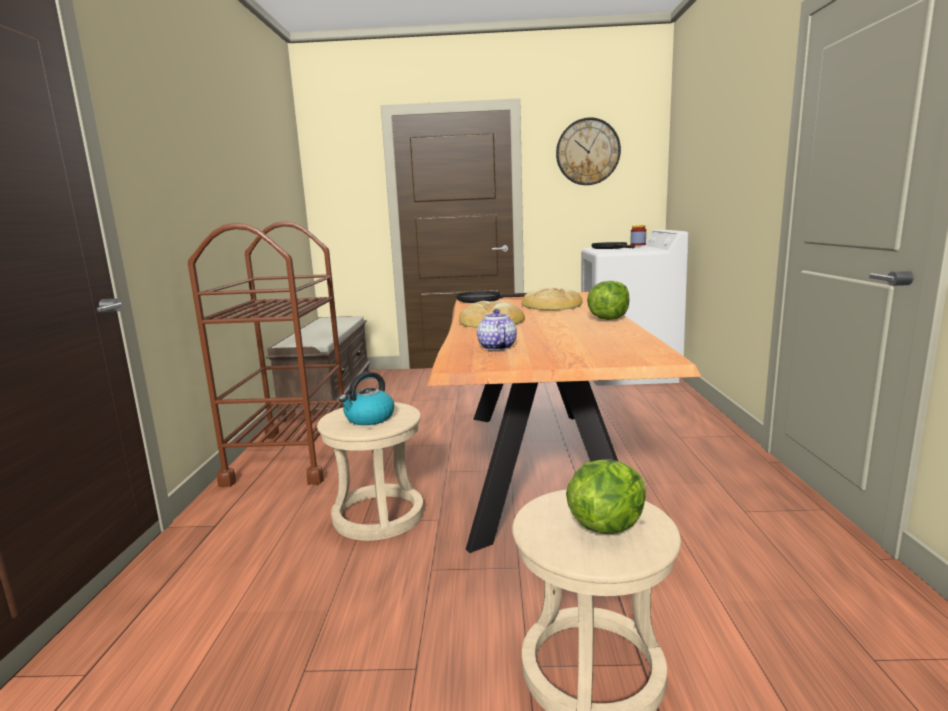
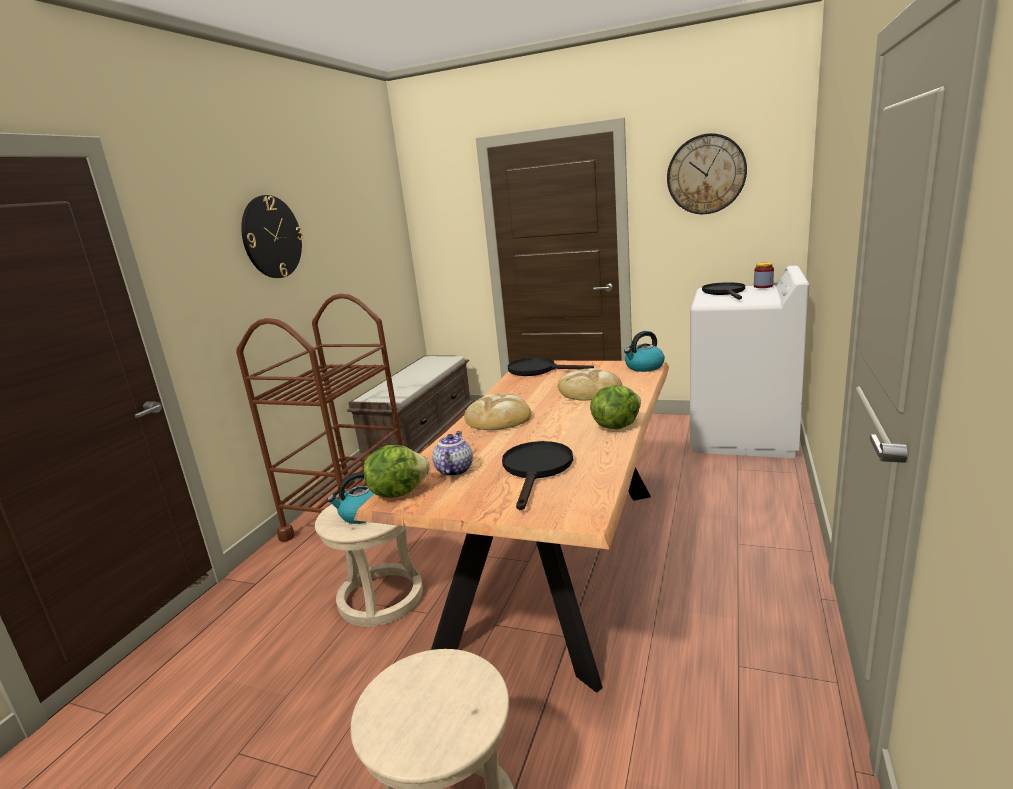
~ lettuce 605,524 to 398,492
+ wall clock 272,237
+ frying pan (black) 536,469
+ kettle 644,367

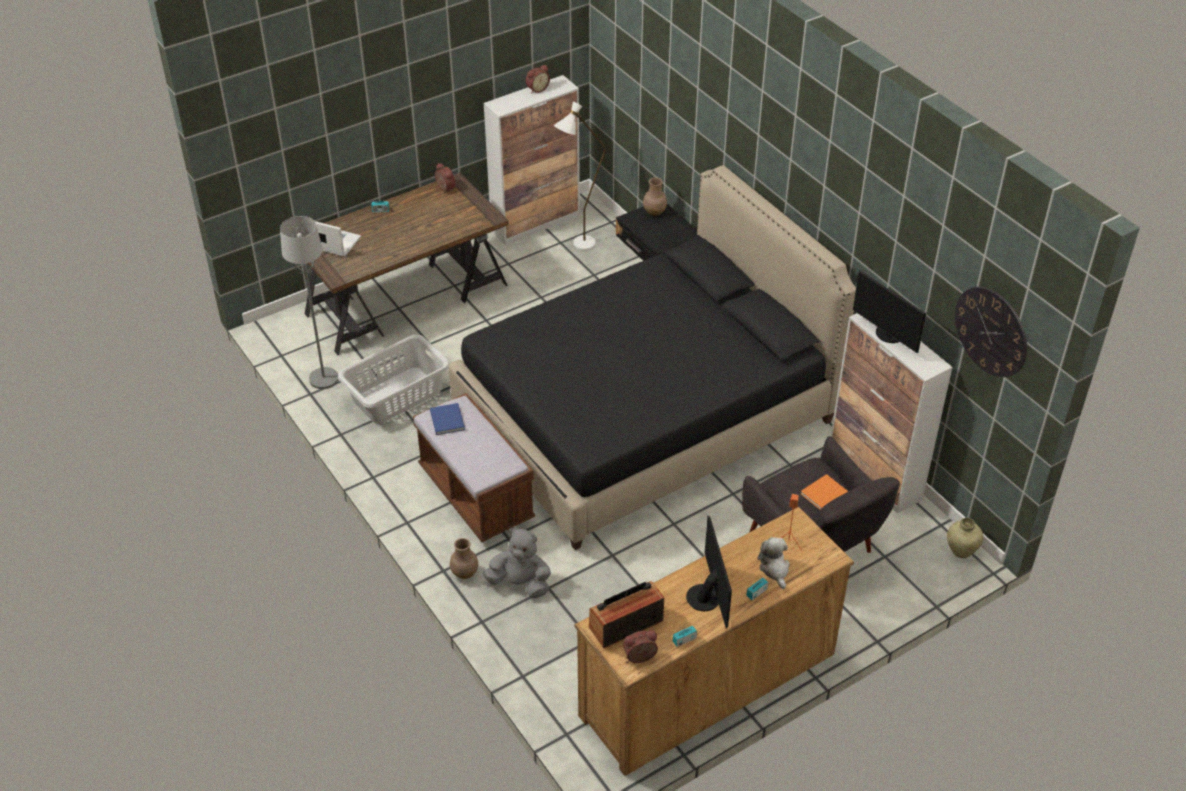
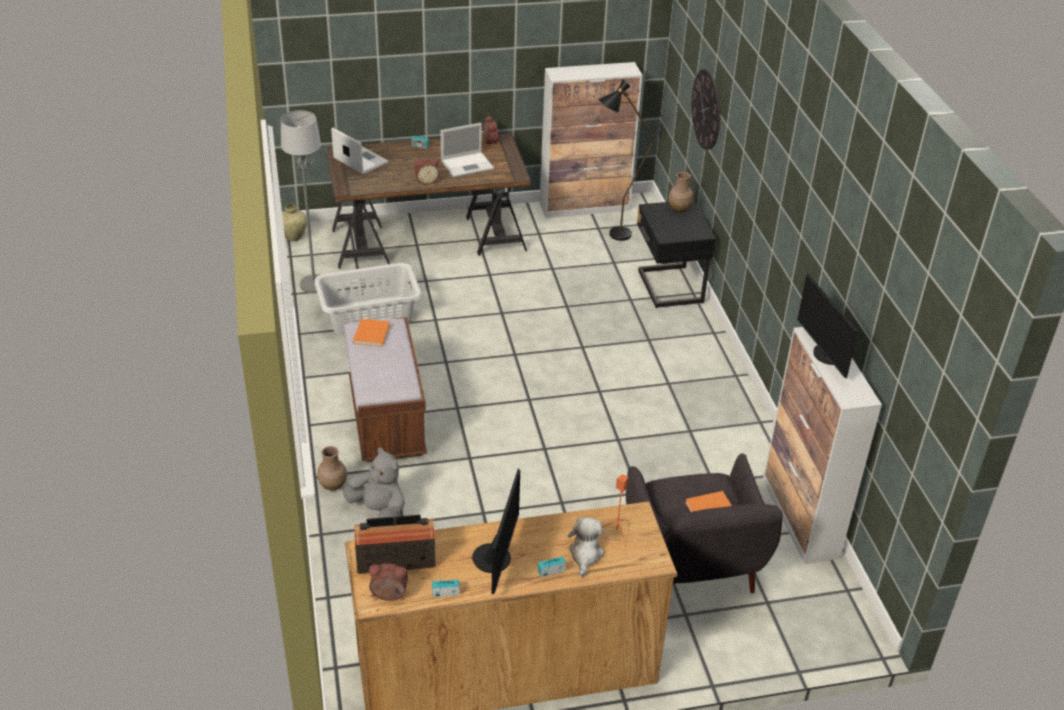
~ book (blue) 447,419 to book (orange) 372,333
- bed (black) 643,416
~ alarm clock 537,89 to 426,181
~ floor lamp (white) 578,247 to floor lamp (black) 612,236
~ vase (beige) 961,551 to 294,237
~ wall clock 991,331 to 706,109
+ laptop 468,164

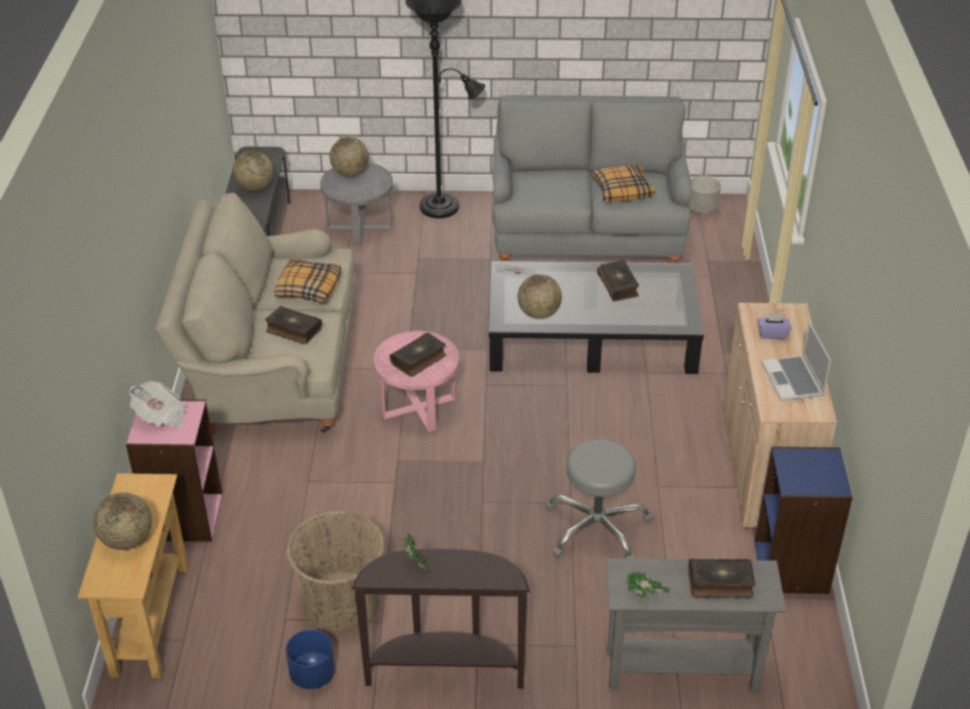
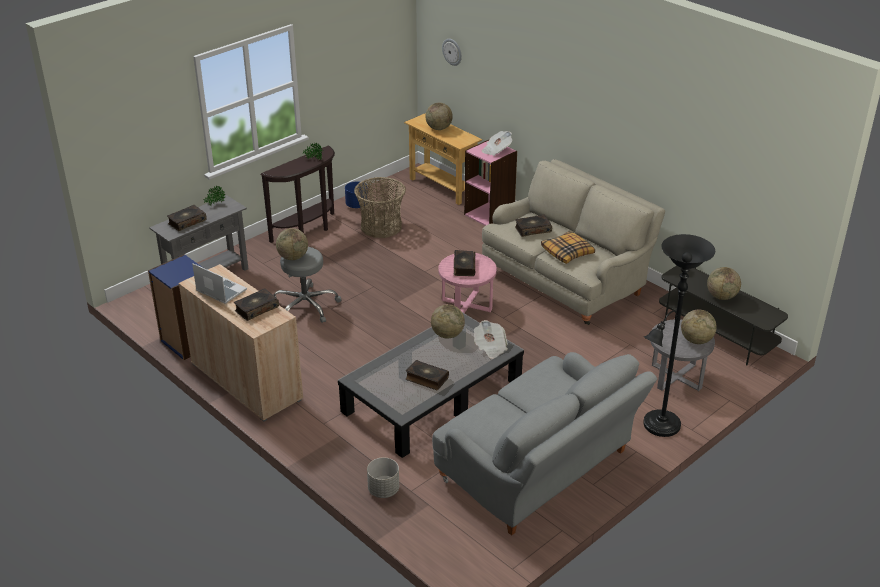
- pillow 622,190
~ planter (grey) 702,209 to 383,490
~ tissue box (purple) 772,334 to book 256,309
+ globe 293,257
+ wall clock 452,51

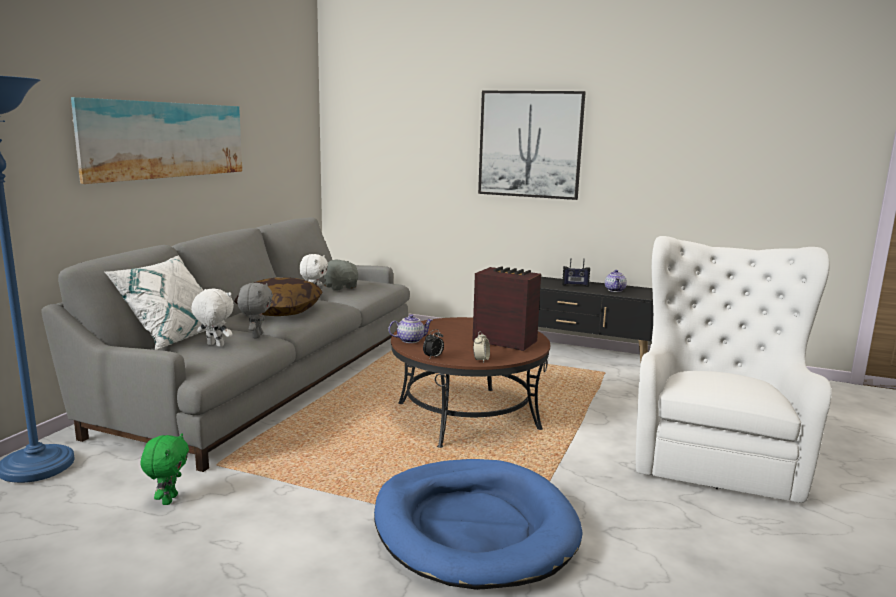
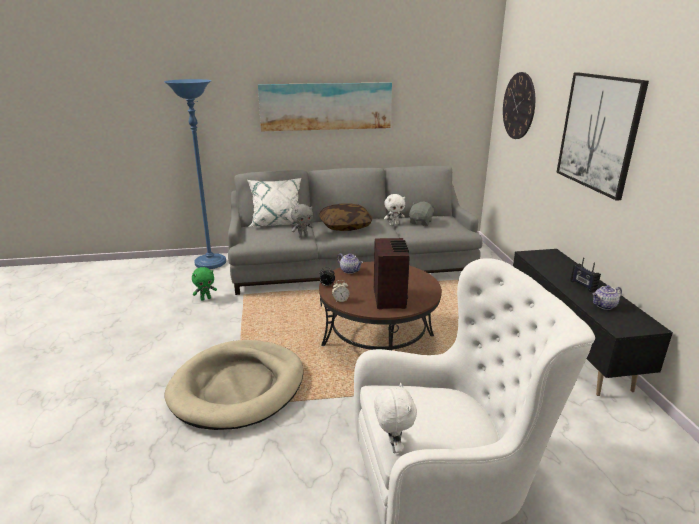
~ plush toy (white) 214,345 to 392,446
~ dog bed (blue) 473,527 to dog bed (beige) 238,387
+ wall clock 519,106

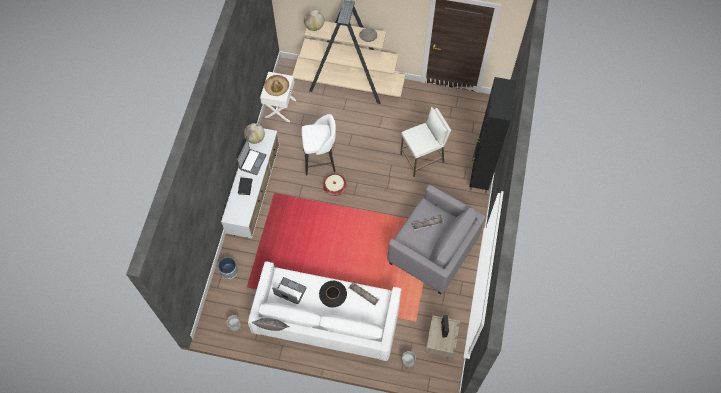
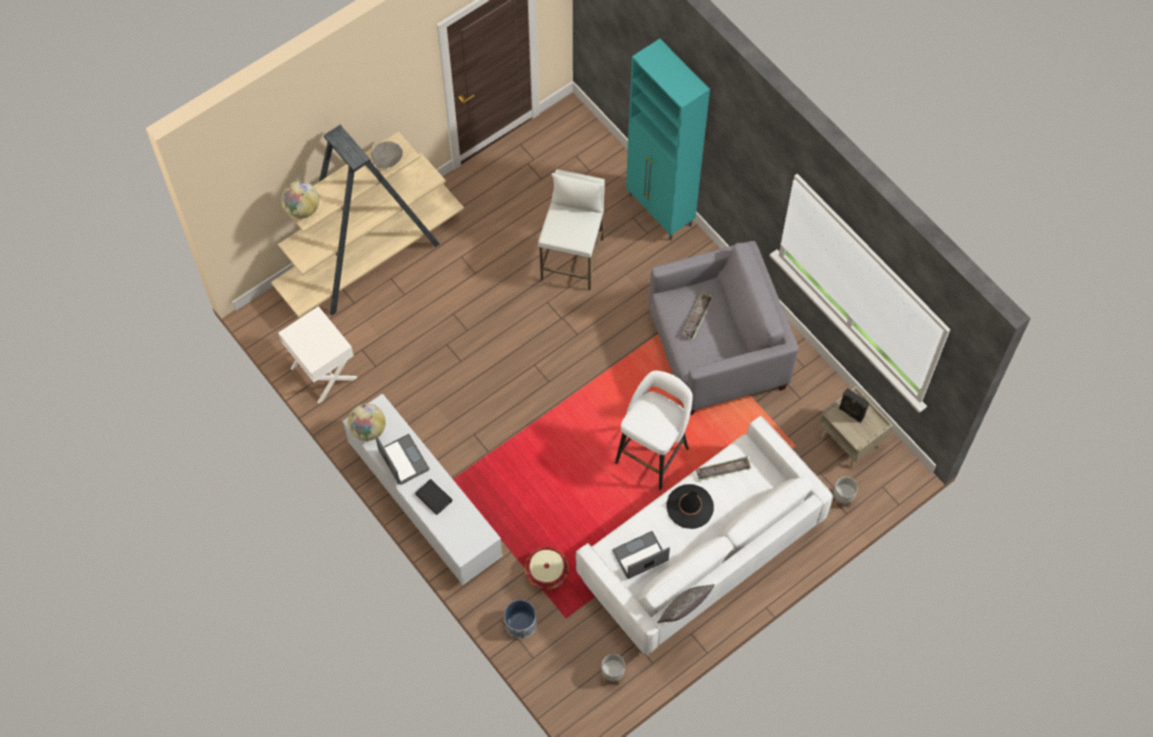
- hat 277,87
~ stool (white) 320,161 to 653,454
~ basket 335,188 to 547,573
~ cabinet (black) 480,175 to cabinet (turquoise) 660,212

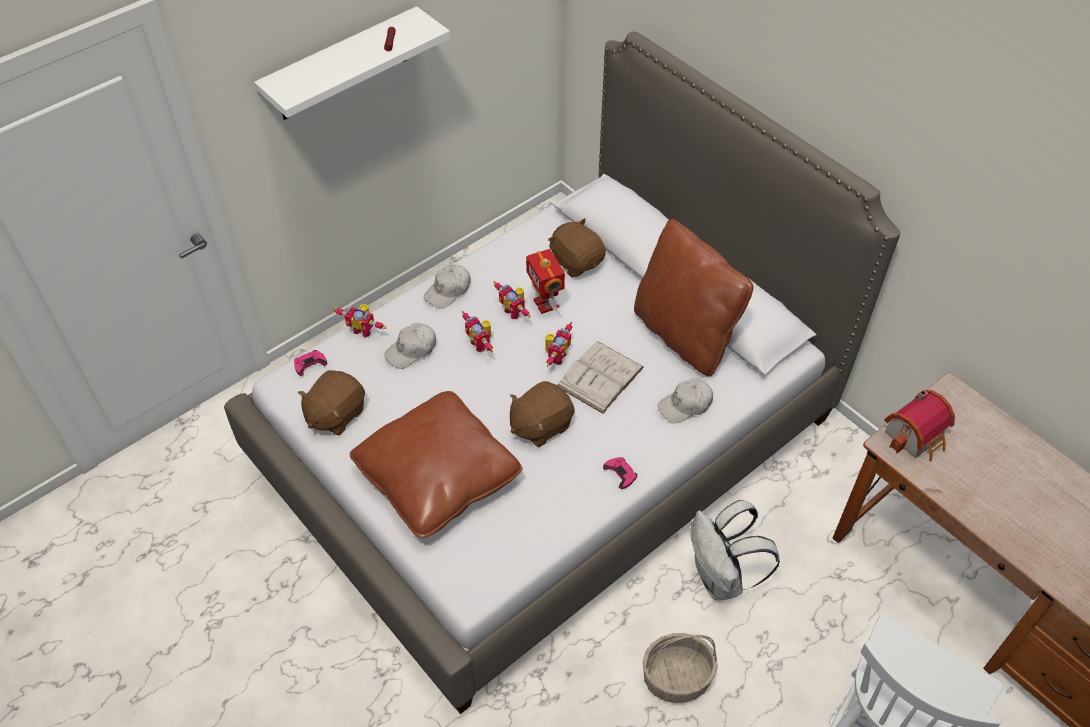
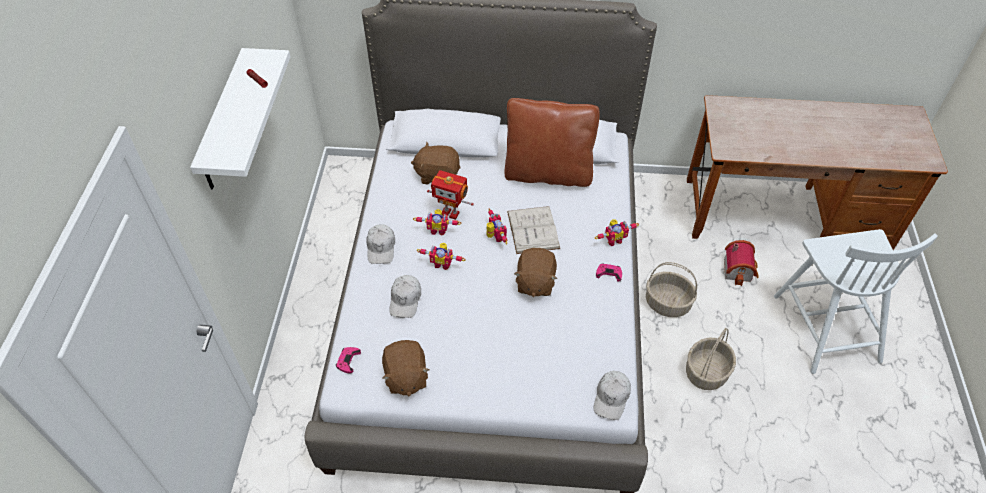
~ toy robot 363,329 to 613,239
- pillow (brown) 437,476
~ cap (white) 685,405 to 611,397
~ backpack (white) 721,579 to basket 668,303
~ toy house 916,436 to 739,269

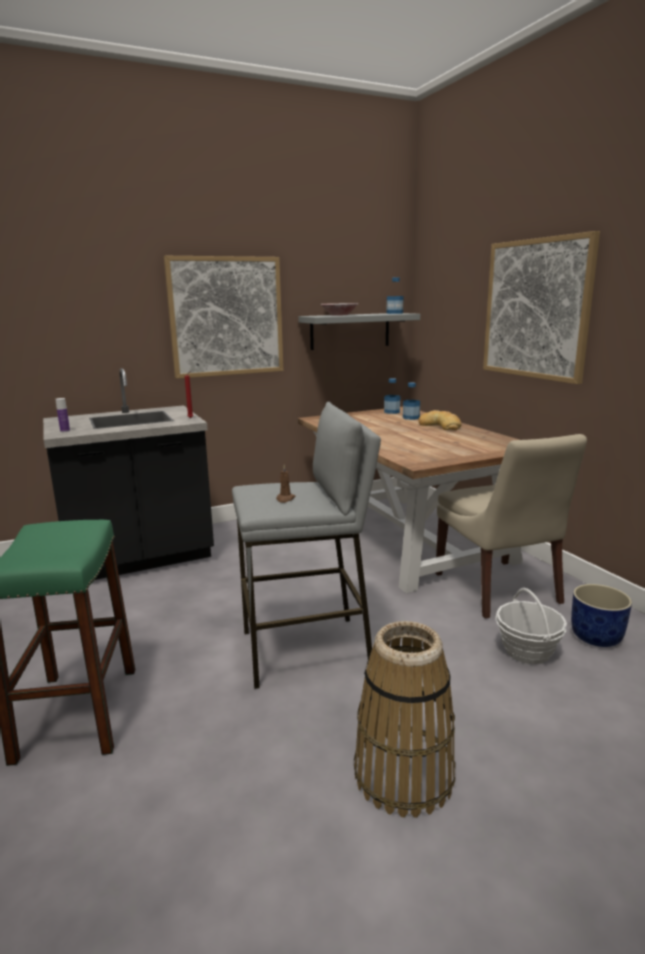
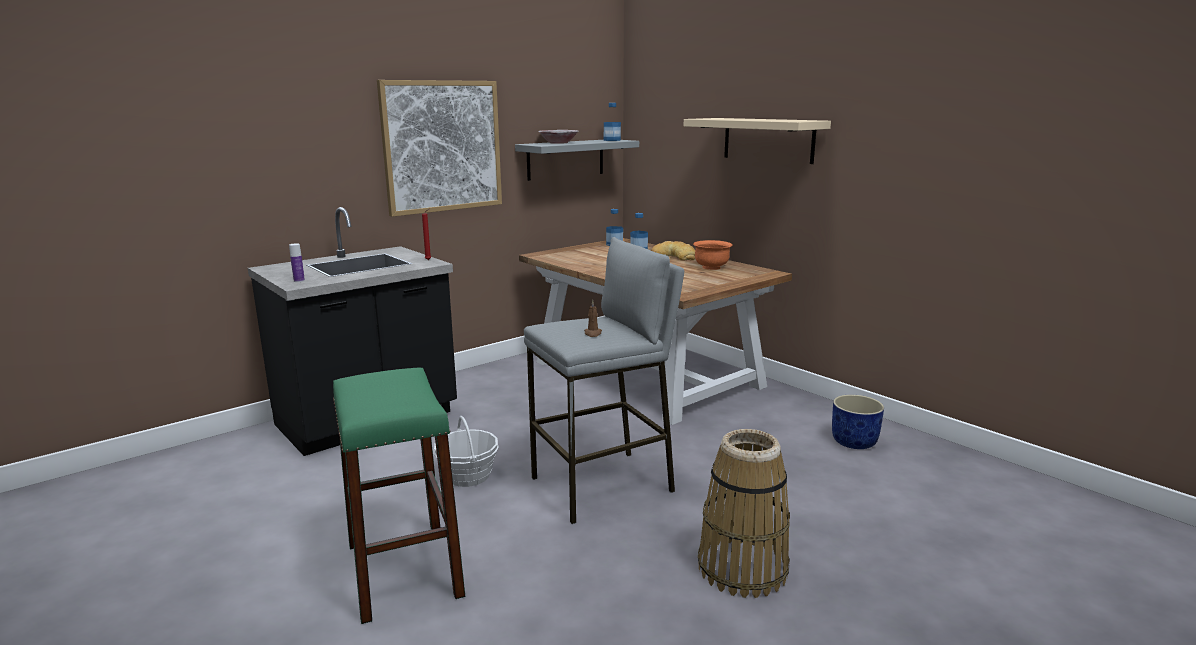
- chair (beige) 498,590
~ picture 536,309 to shelf (beige) 768,140
~ basket 527,651 to 468,476
+ bowl (orange) 711,267

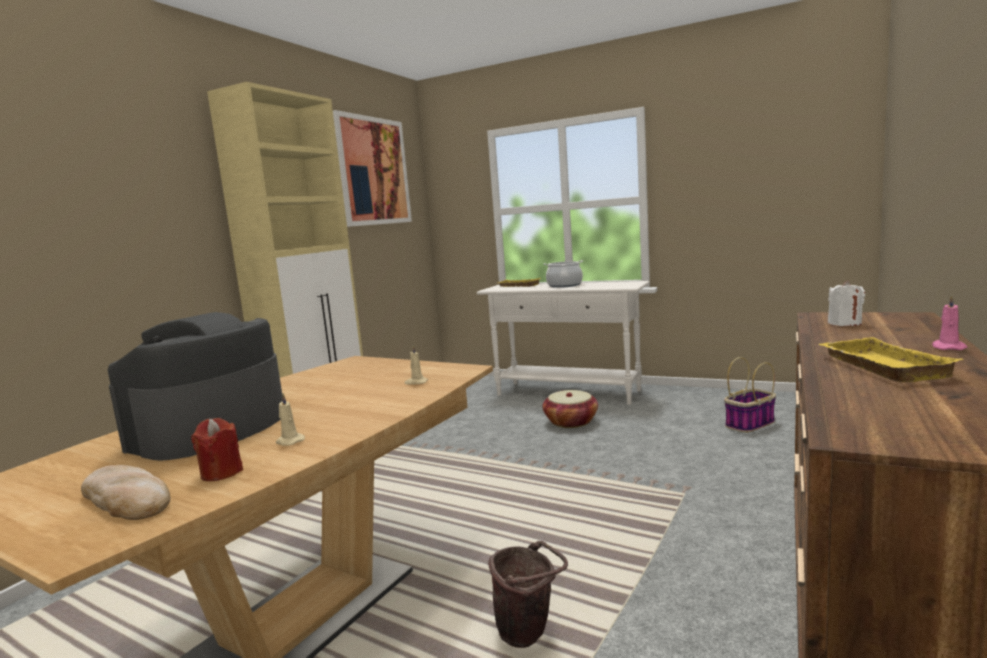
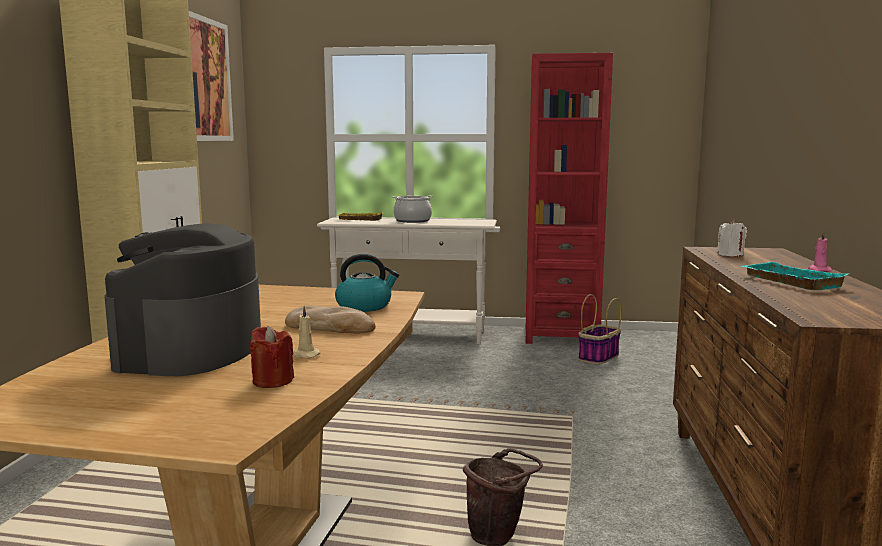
~ bread 128,499 to 330,327
~ candle (beige) 416,382 to kettle 365,306
- basket 571,422
~ tray (yellow) 878,367 to tray (turquoise) 788,282
+ bookcase (red) 561,336

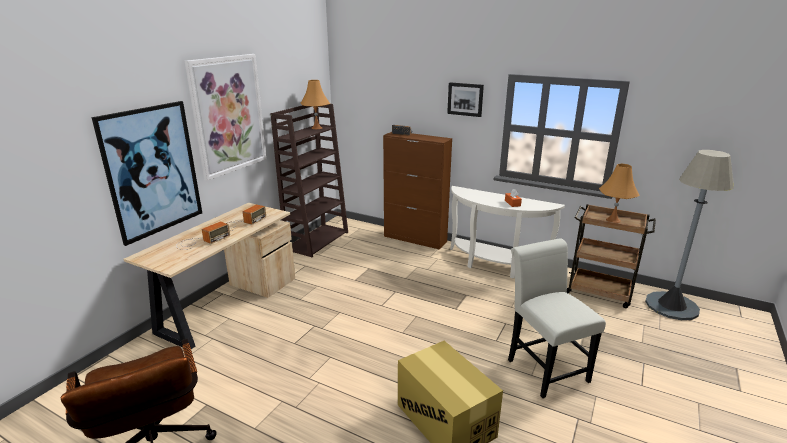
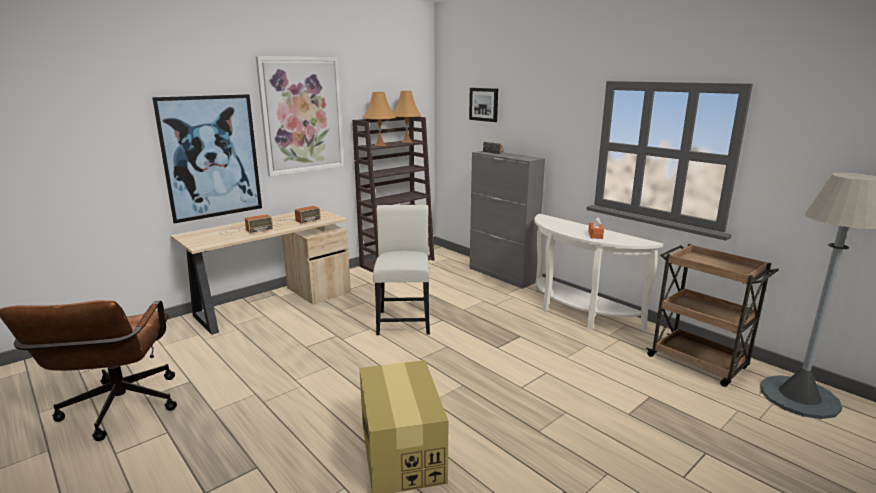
~ cabinet (brown) 415,239 to cabinet (grey) 502,275
~ picture 465,99 to 484,104
~ chair (white) 543,367 to 404,320
~ table lamp (orange) 613,220 to 380,145

